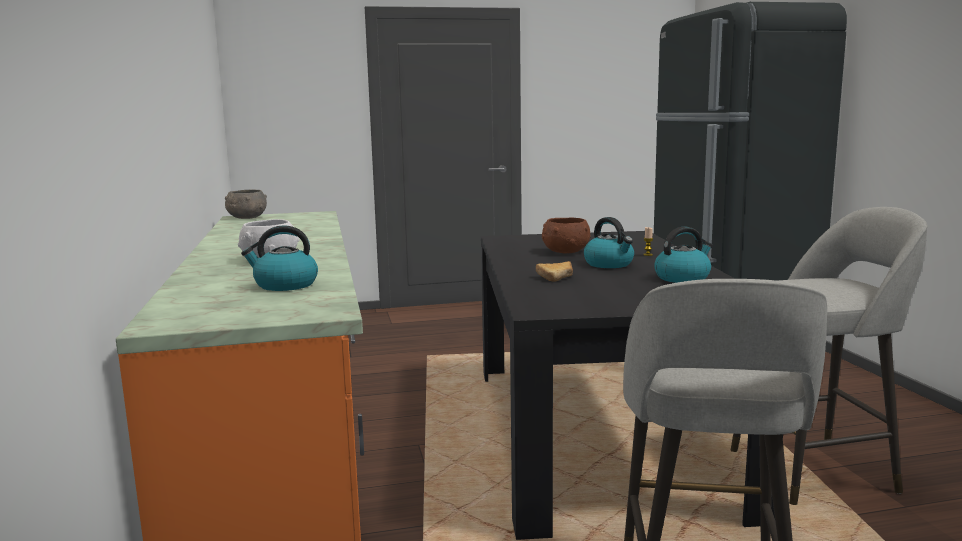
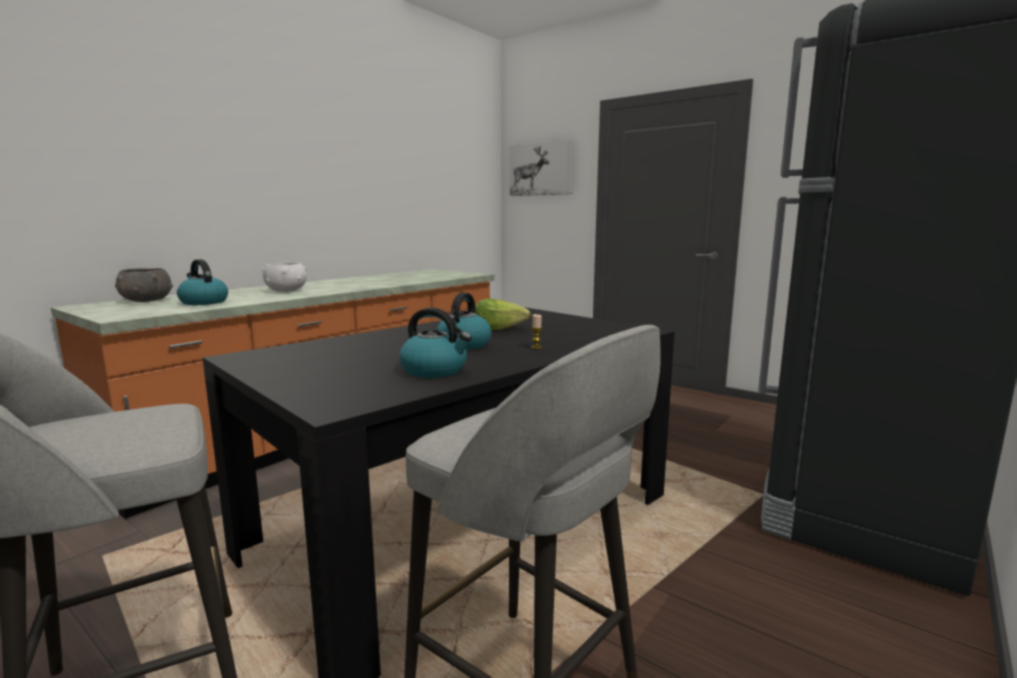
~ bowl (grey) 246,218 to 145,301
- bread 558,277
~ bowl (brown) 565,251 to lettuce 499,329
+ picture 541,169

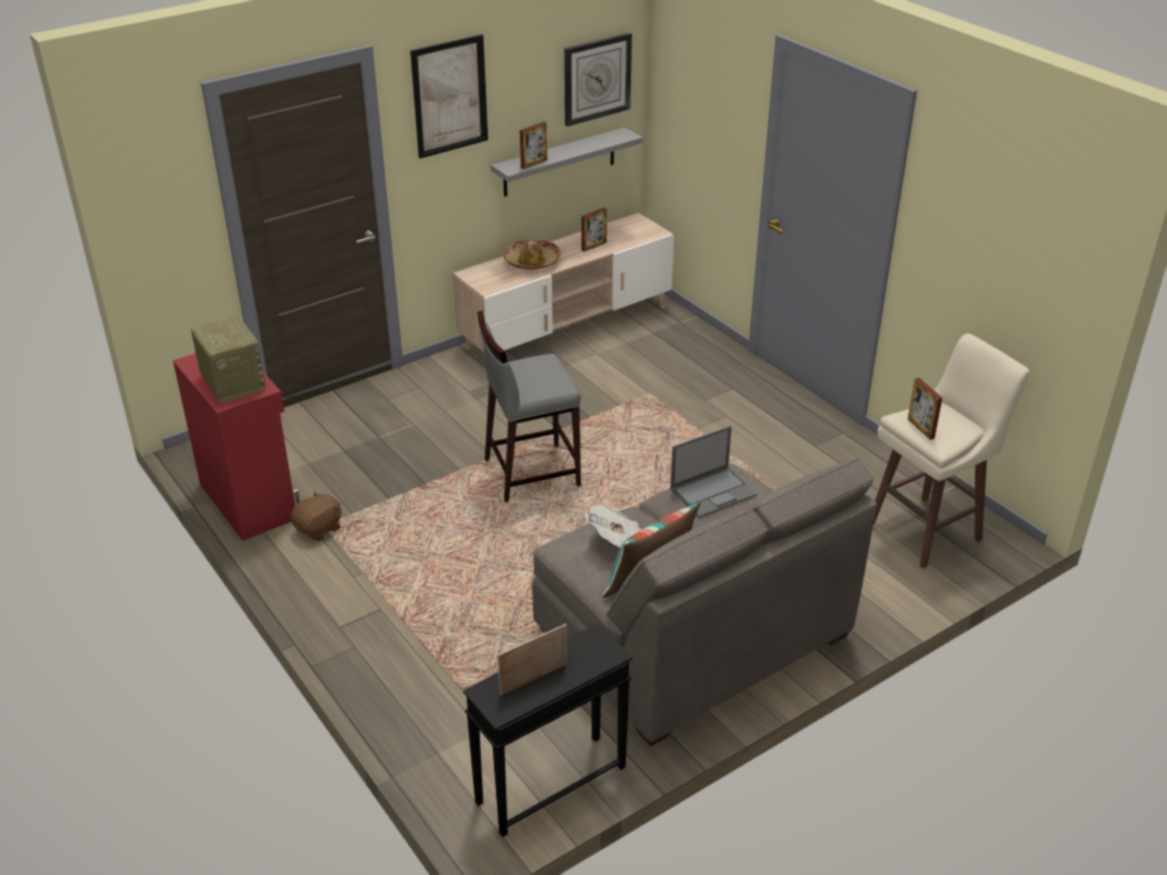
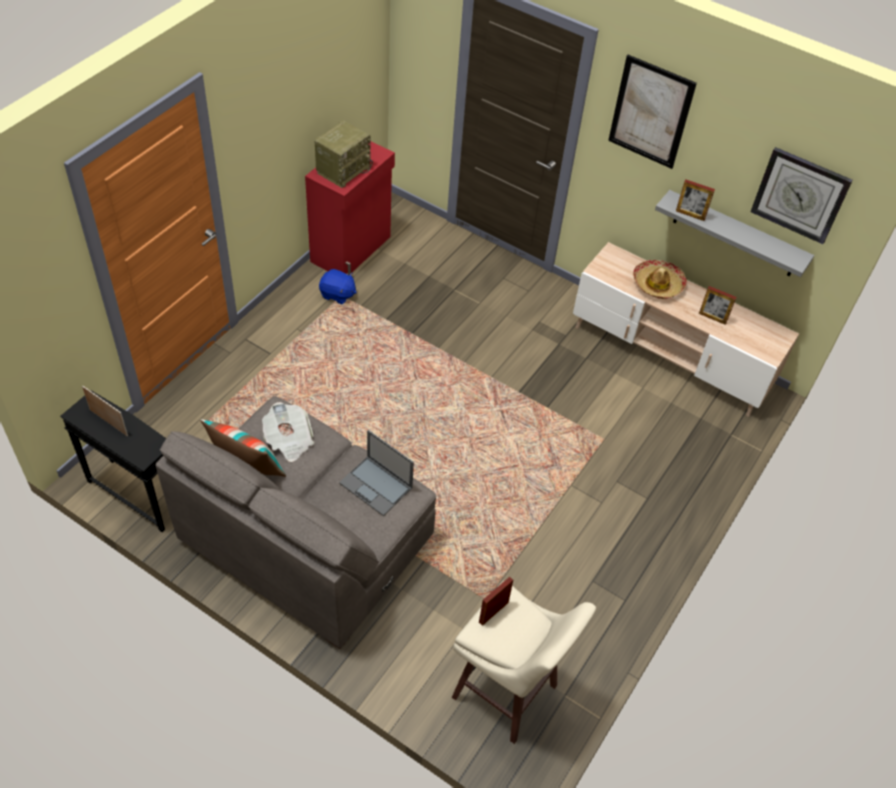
~ plush toy (brown) 319,529 to plush toy (blue) 337,294
- stool (grey) 530,473

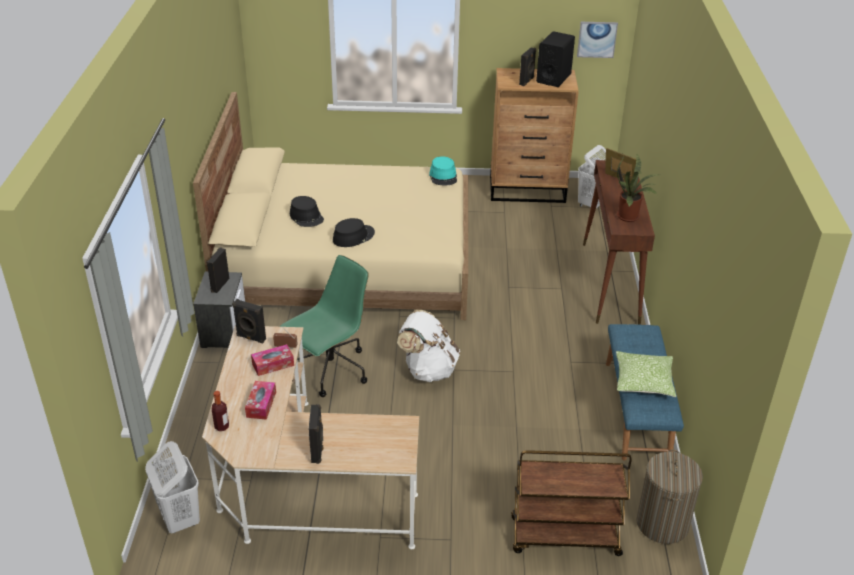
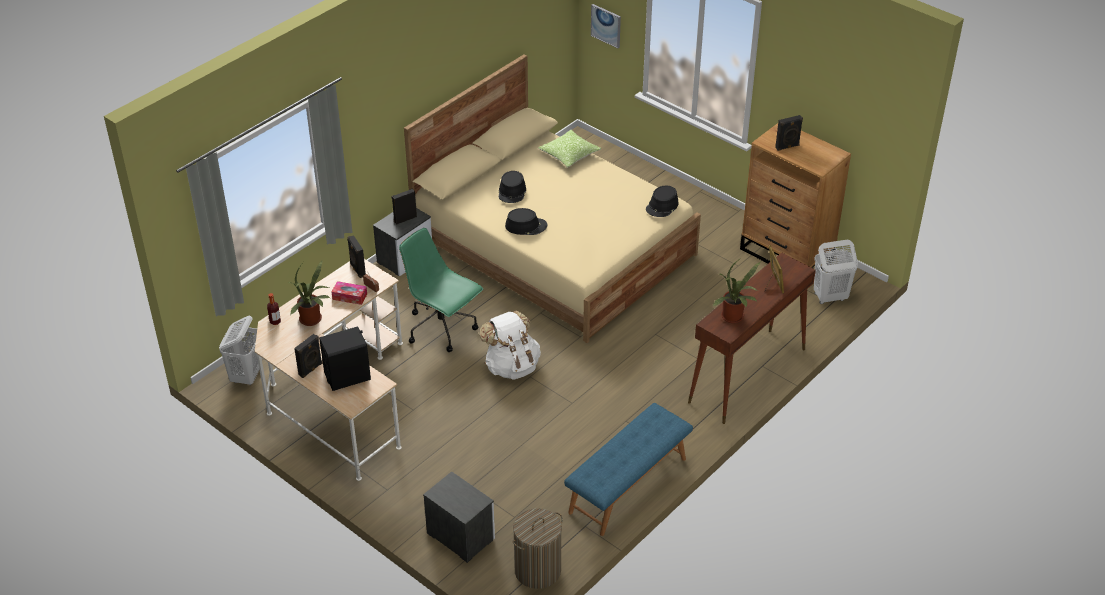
~ tissue box 261,404 to potted plant 312,320
~ office chair (green) 330,371 = 442,328 135 degrees counterclockwise
~ hat (turquoise) 443,176 to hat (black) 662,206
~ cart (brown) 564,537 to nightstand 460,535
~ speaker (black) 553,78 to 347,376
~ picture 597,39 to 606,25
~ pillow 643,381 to 569,155

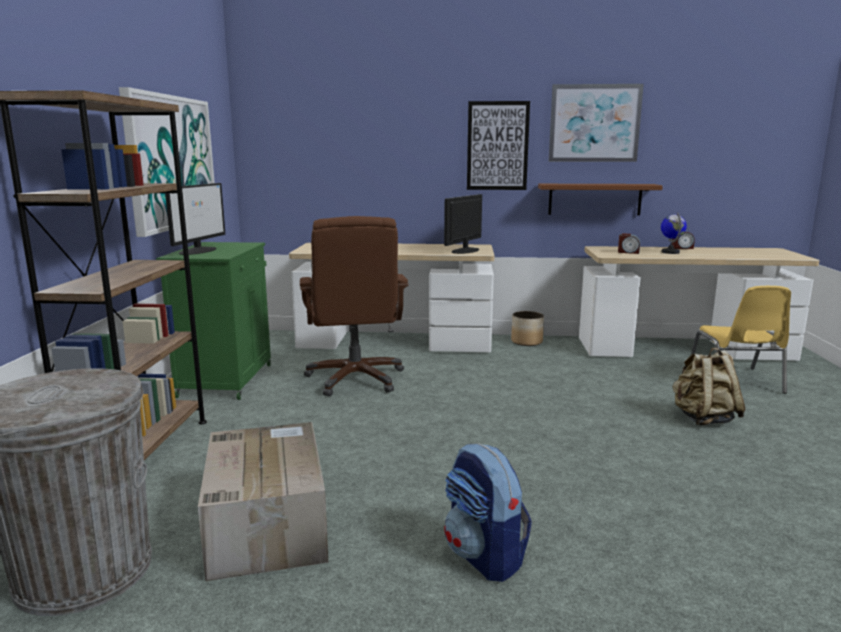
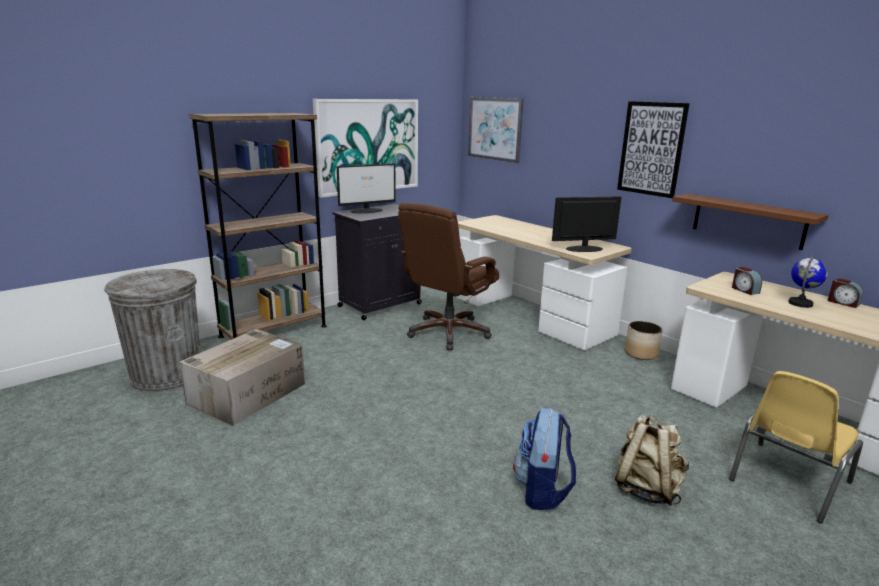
~ cabinet (green) 227,379 to cabinet (black) 381,305
~ backpack 484,556 to 542,491
~ picture 594,123 to 495,129

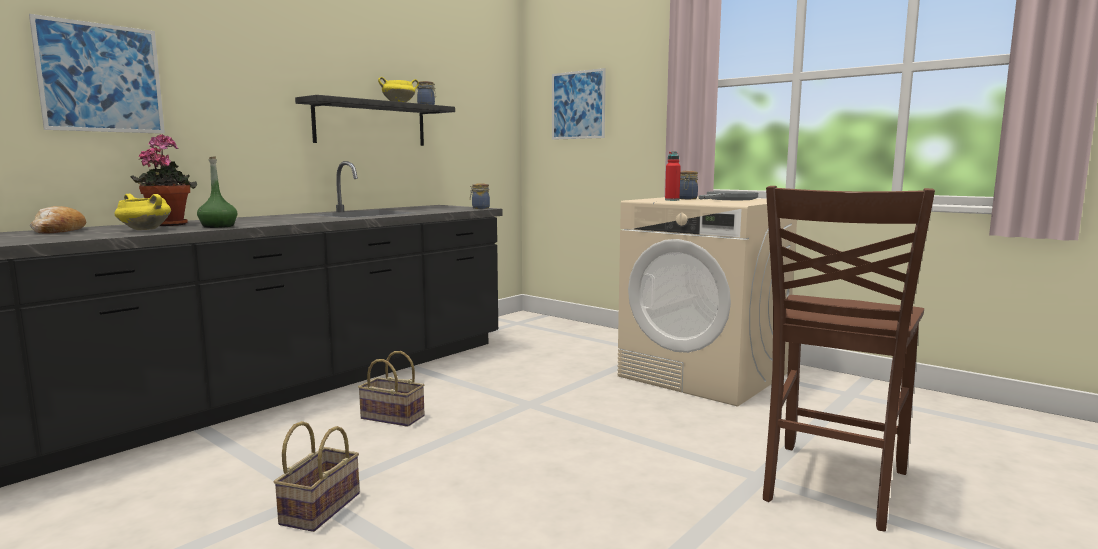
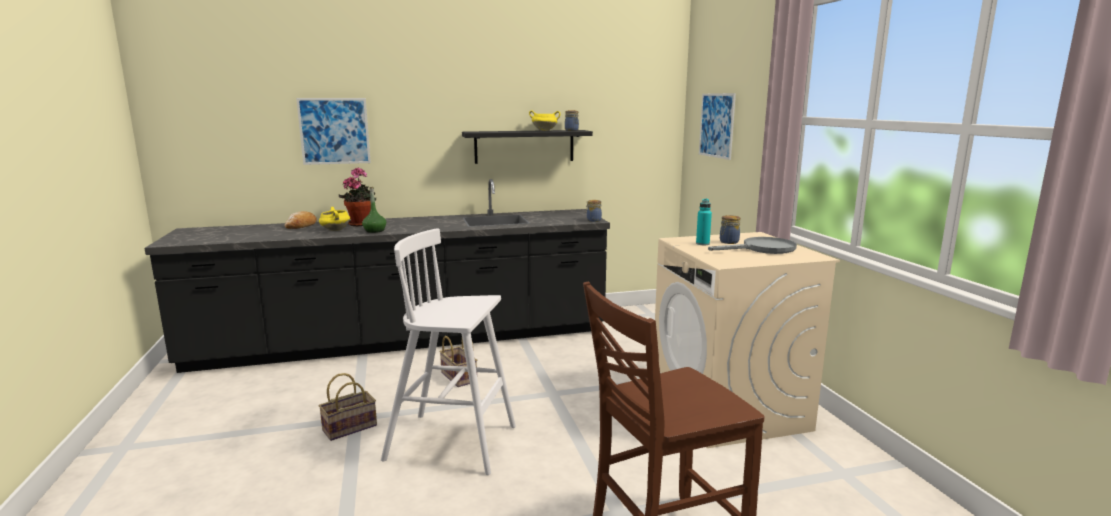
~ bottle (red) 672,200 to bottle (turquoise) 702,244
+ stool (white) 454,443

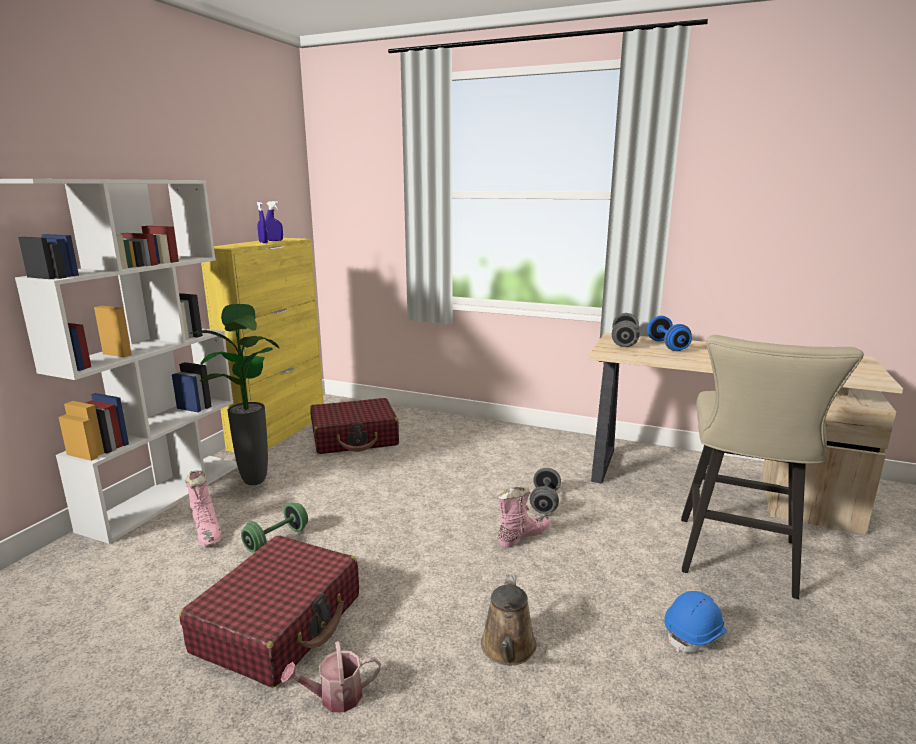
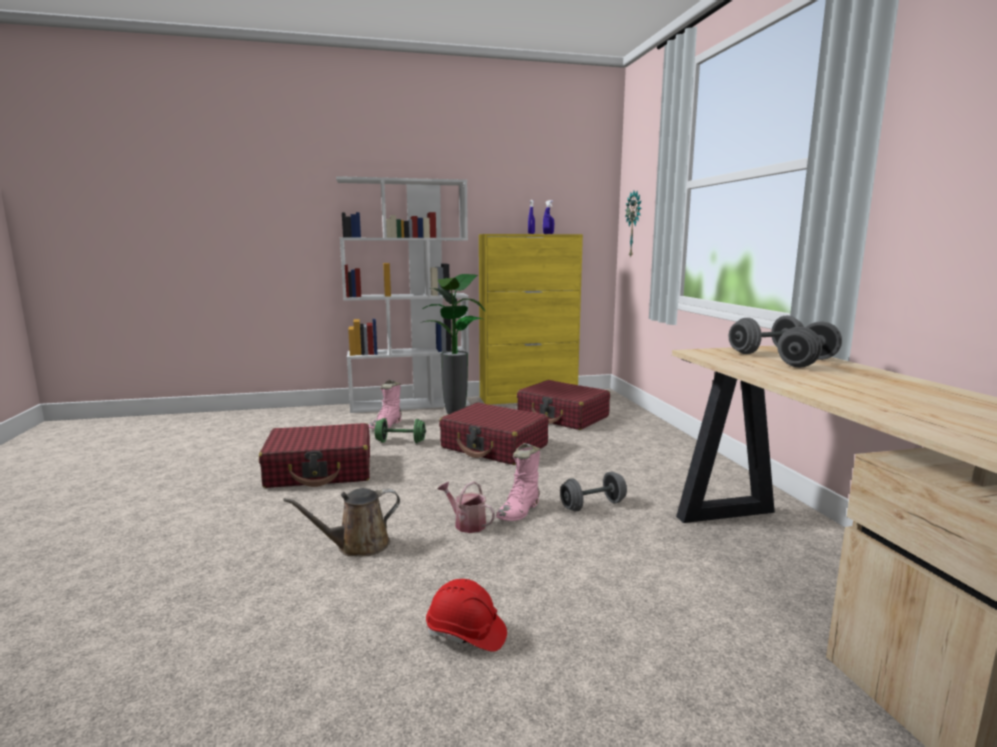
~ watering can 334,697 to 466,523
~ boot (pink) 522,535 = 520,511 105 degrees clockwise
~ dumbbell (blue) 667,345 to dumbbell (grey) 807,363
~ hard hat (blue) 694,634 to hard hat (red) 466,634
- stool (beige) 737,561
+ suitcase (red) 494,447
+ wall clock 635,224

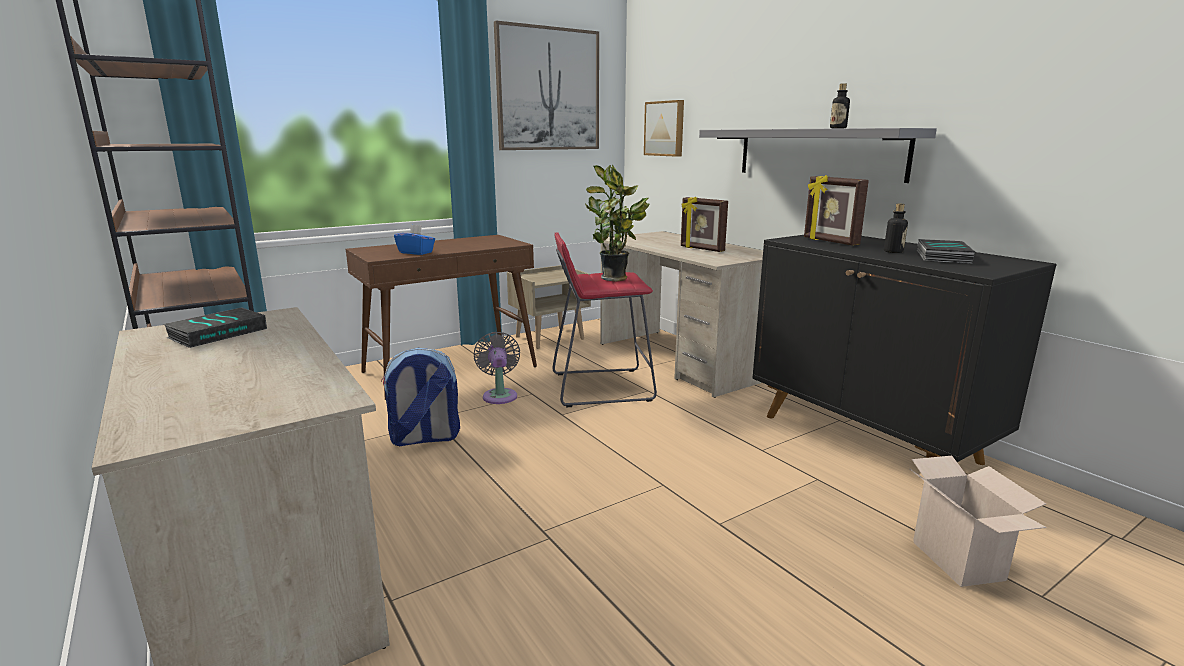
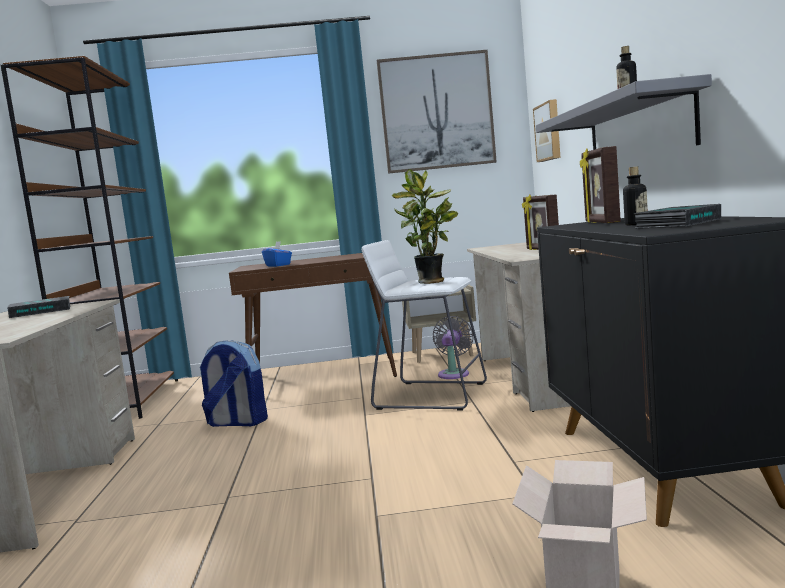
~ fan (grey) 499,395 to 454,373
~ stool (red) 601,387 to stool (white) 431,396

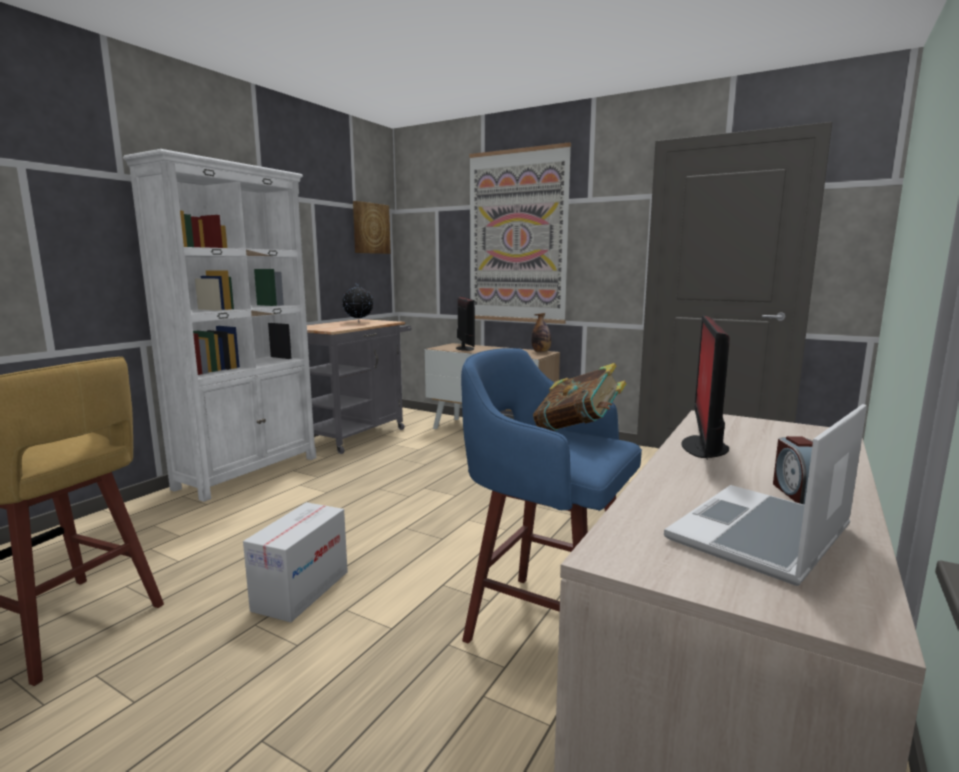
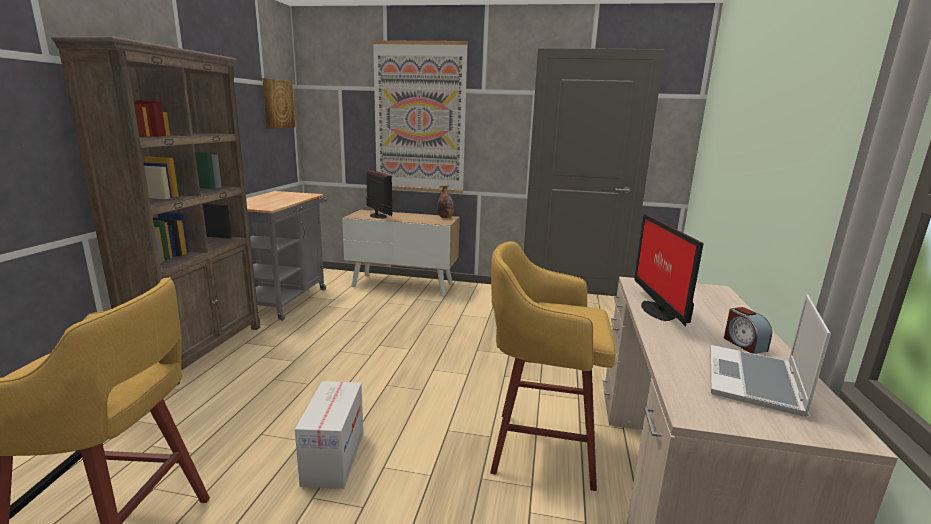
~ bookcase (white) 249,472 to bookcase (brown) 201,350
- globe 358,322
~ stool (blue) 544,624 to stool (yellow) 539,447
- book 578,431

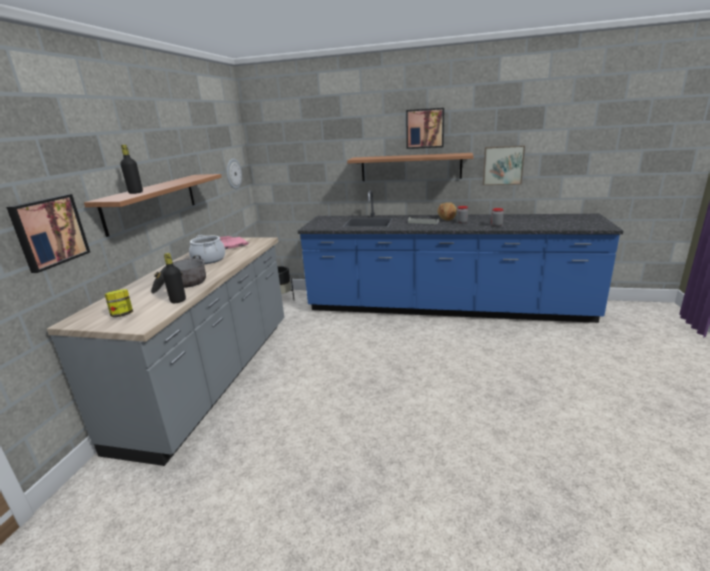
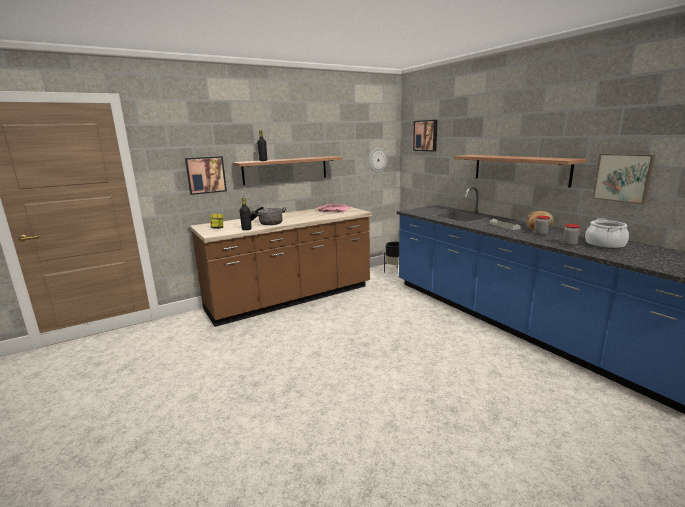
~ counter (grey) 214,378 to counter (brown) 291,299
~ cooking pot 209,259 to 605,245
~ picture 425,128 to 426,135

